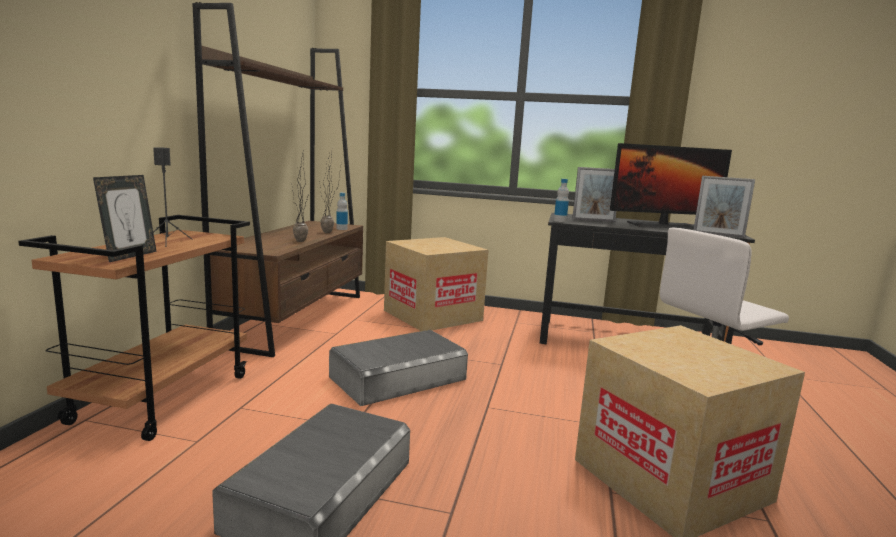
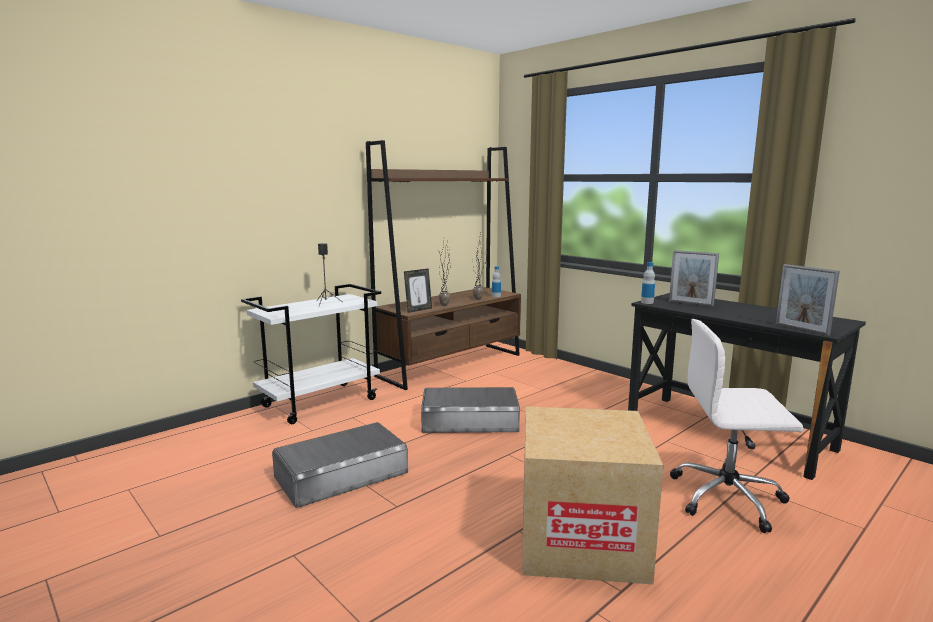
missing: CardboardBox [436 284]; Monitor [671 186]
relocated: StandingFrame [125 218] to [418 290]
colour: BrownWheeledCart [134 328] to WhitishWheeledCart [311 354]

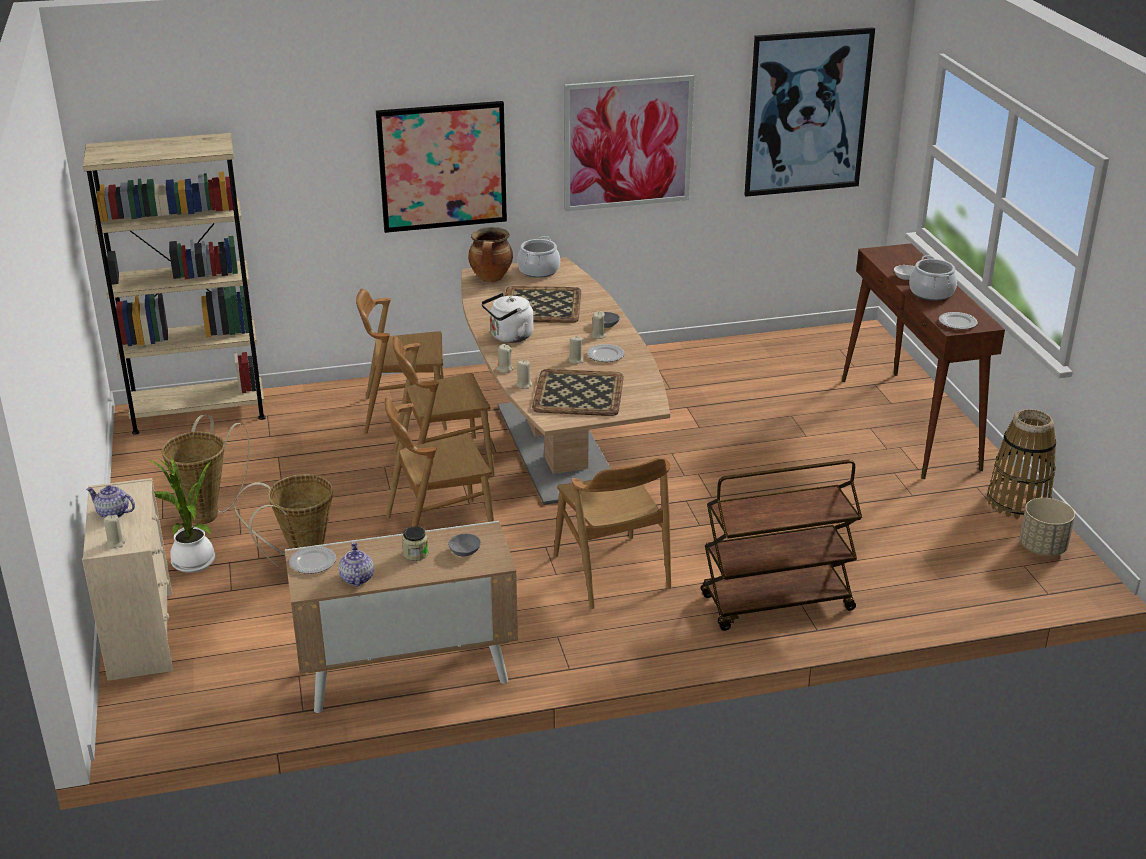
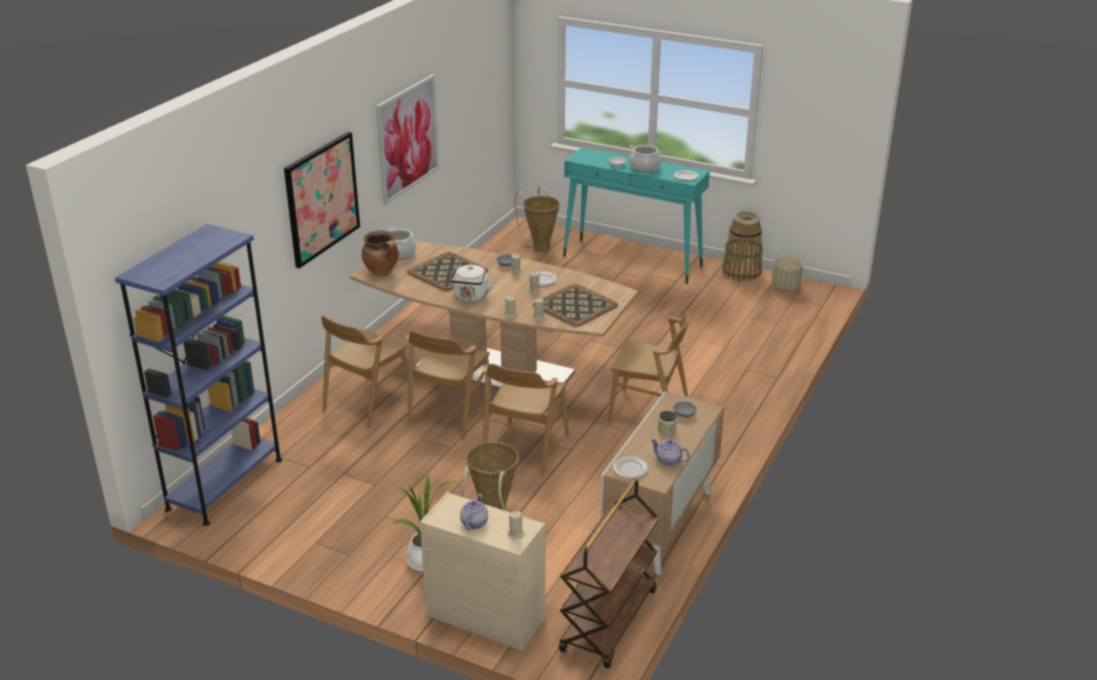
missing: Picture [809 112]
relocated: StorageBasket [205 469] to [537 219]; BrownWheeledCart [781 545] to [609 573]
colour: SandColouredShelvingUnit [174 284] to BlueShelvingUnit [198 375]; BrownConsoleTable [923 361] to TurquoiseConsoleTable [636 215]
spun: PotForTea [110 501] = [474 512] 135 degrees clockwise

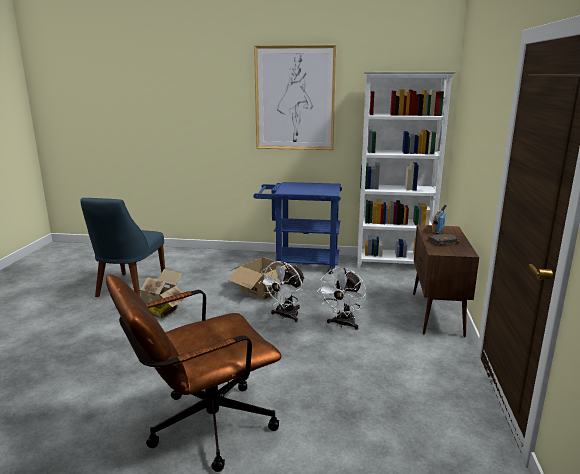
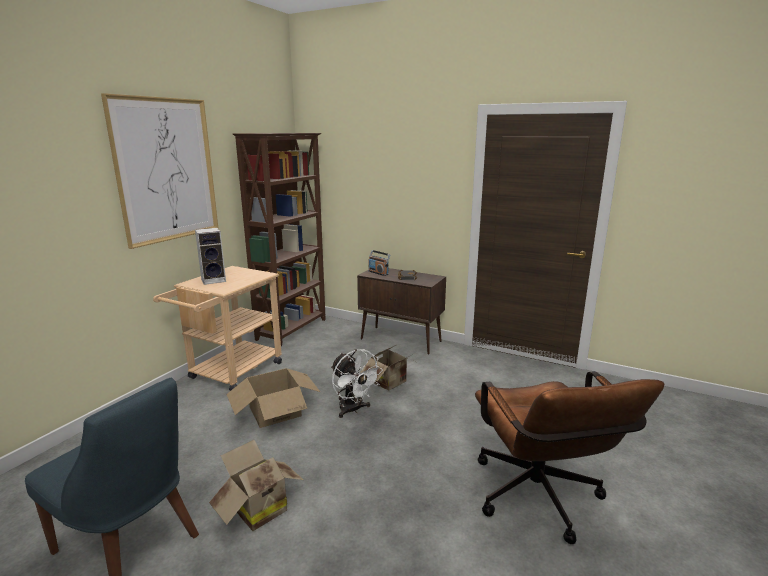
appeared: AudioSpeaker [210 256]
exchanged: WhitishFan [341 299] to CardboardBox [388 368]
colour: BlueWheeledCart [297 228] to SandColouredWheeledCart [217 328]; WhitishShelvingUnit [406 170] to BrownShelvingUnit [279 239]

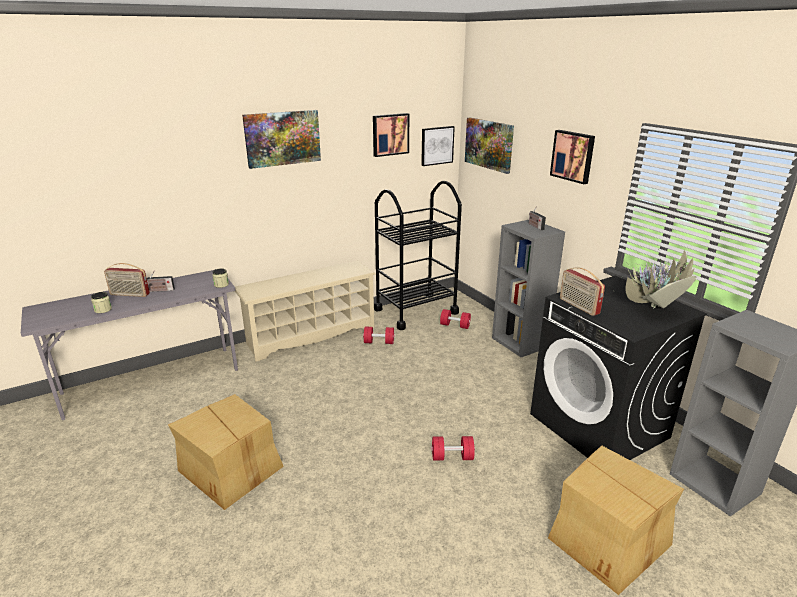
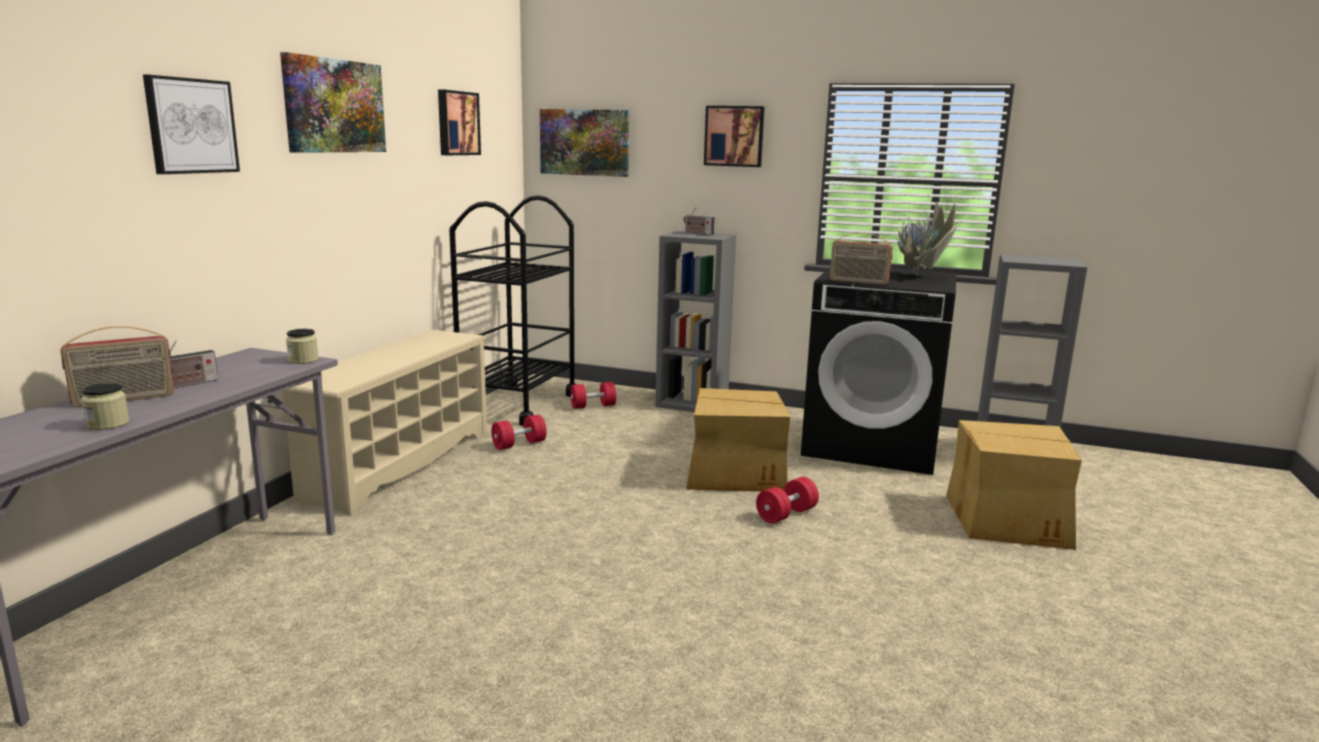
relocated: Picture [438 146] to [191 124]; CardboardBox [226 452] to [738 440]

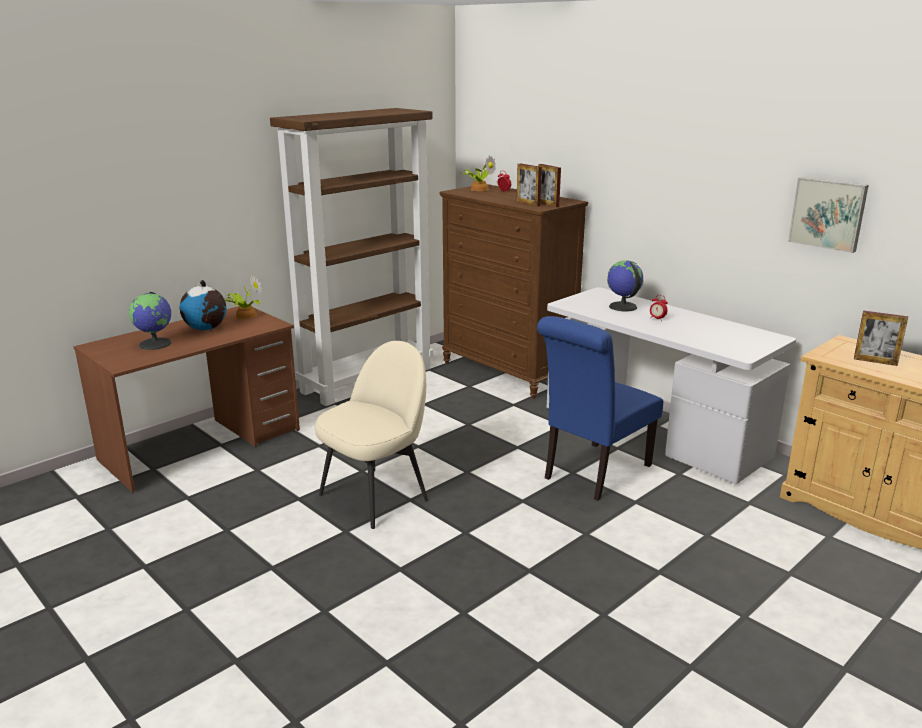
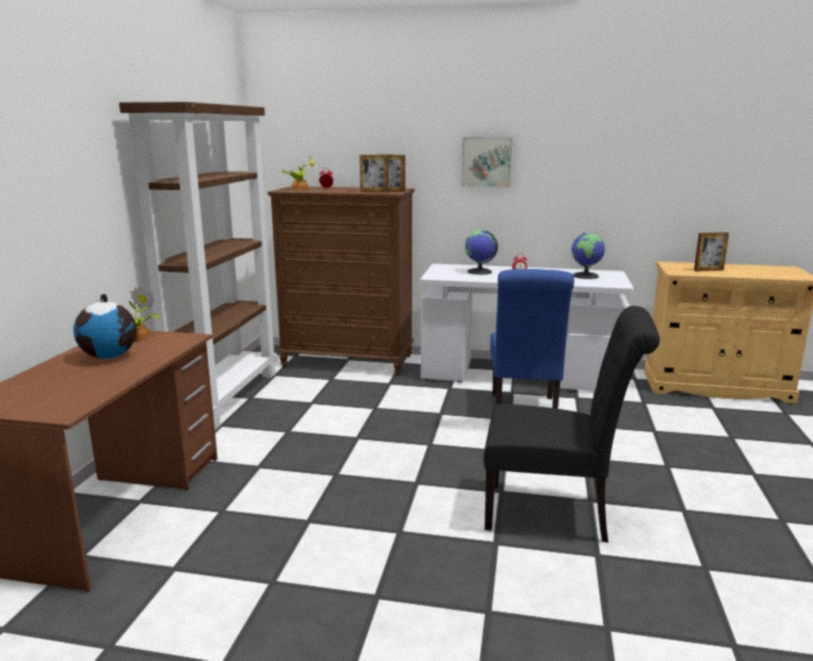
missing: SandColouredChair [371 435]
appeared: BlackishChair [572 424]
relocated: Picture [828 215] to [487 162]; DeskGlobe [150 321] to [588 256]

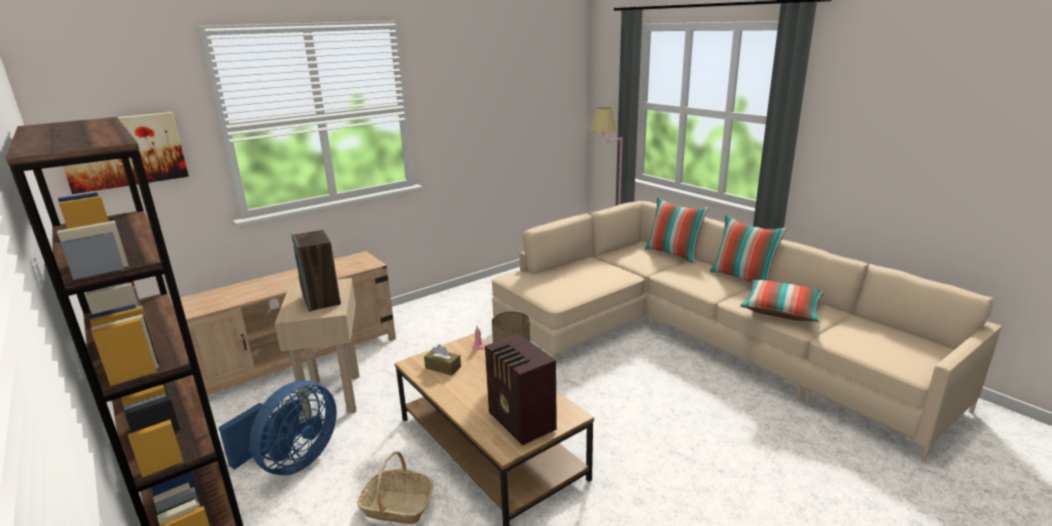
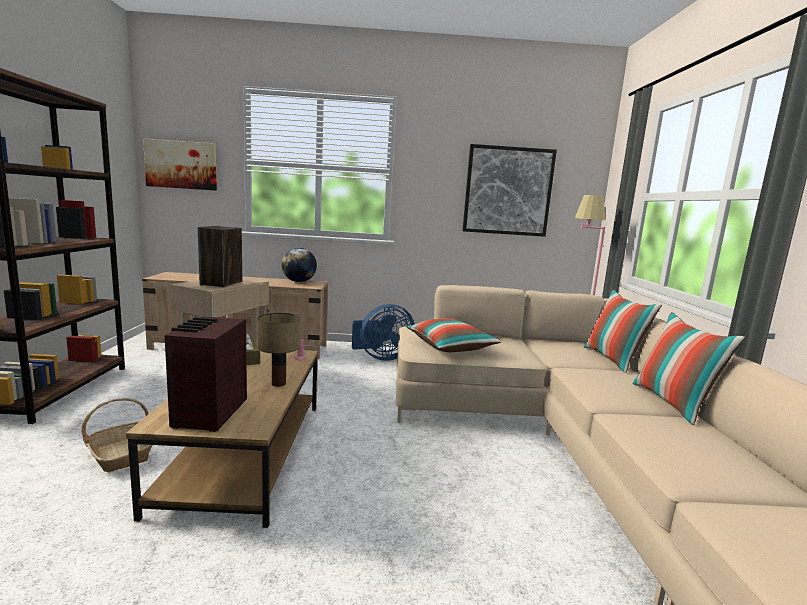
appeared: DeskGlobe [299 265]; Picture [509 190]
relocated: BlueFan [278 427] to [383 332]; Cushion [782 300] to [454 335]

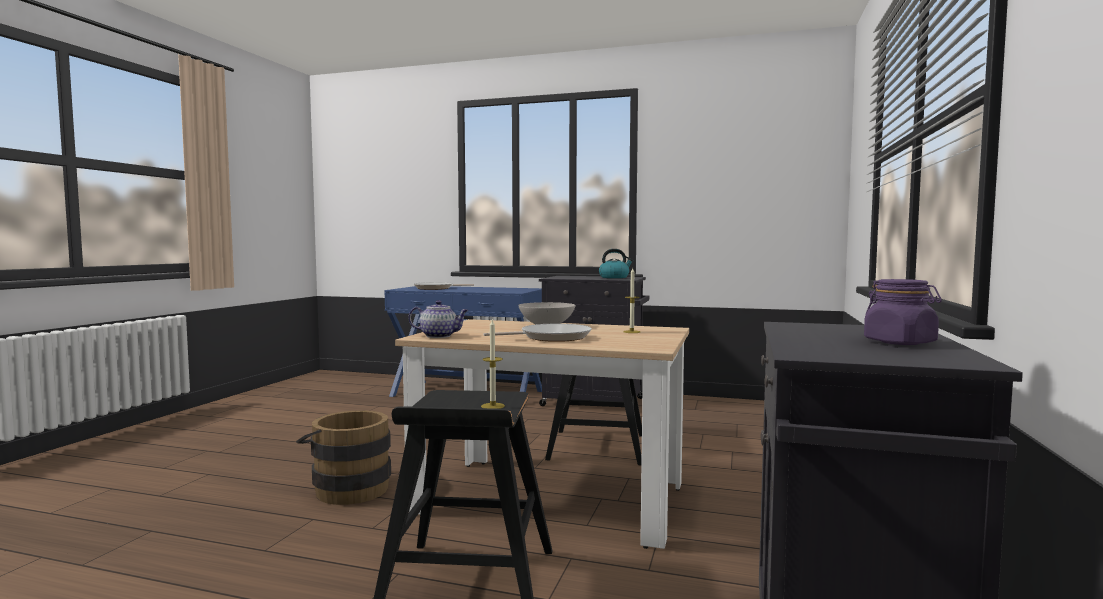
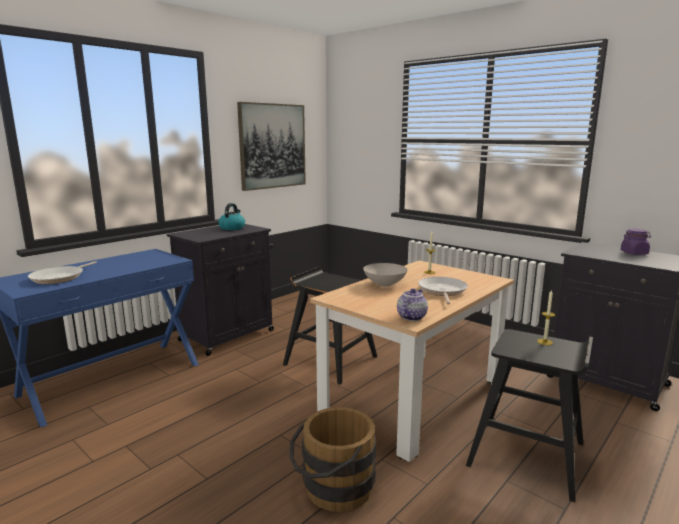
appeared: Picture [271 146]

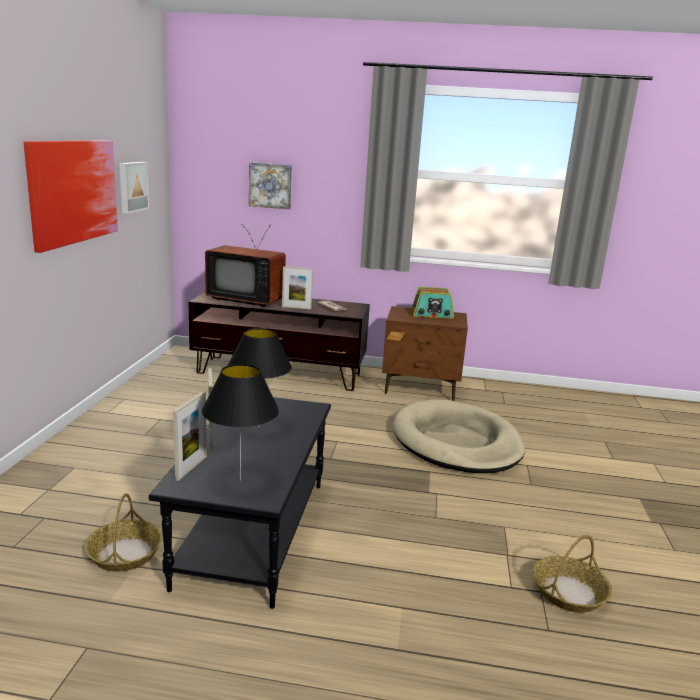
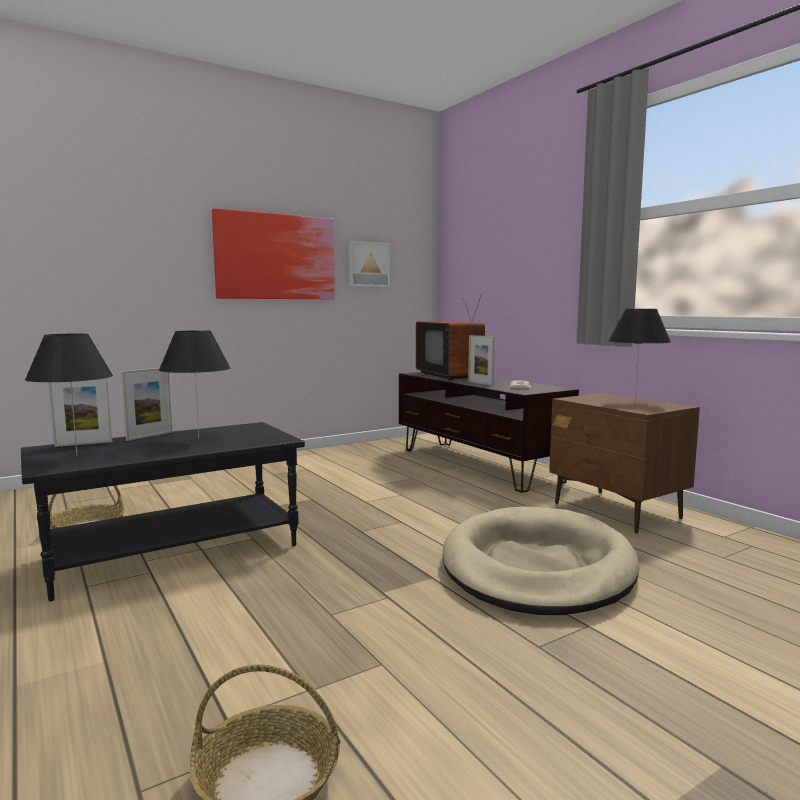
missing: Picture [270 185]
exchanged: Radio [432 303] to BlackishTabletopLamp [639 355]

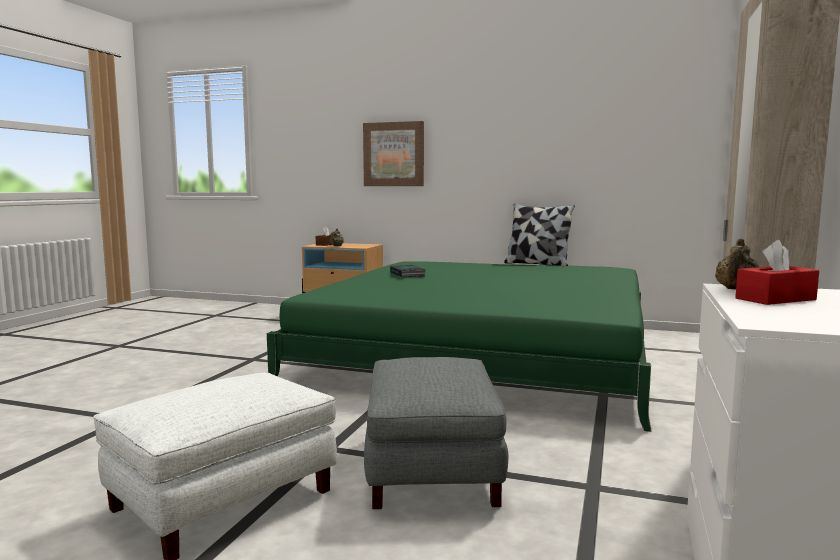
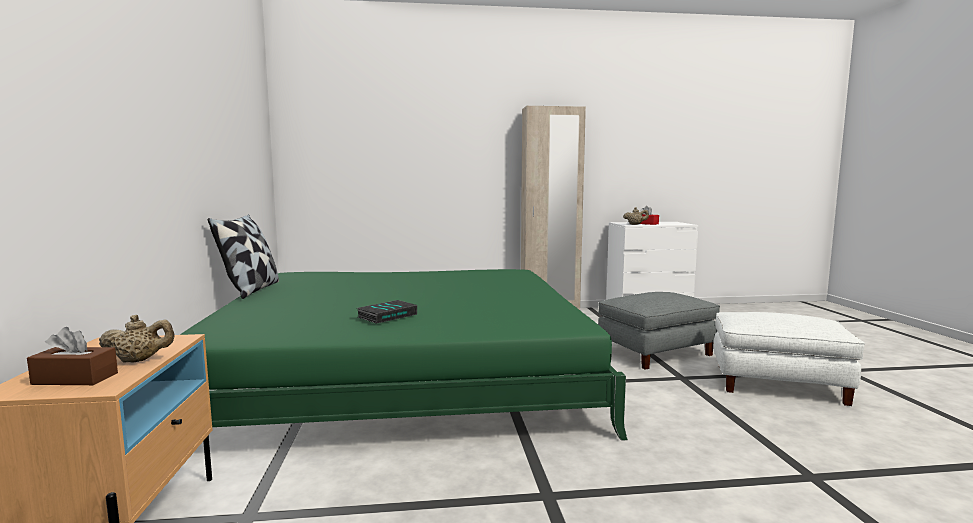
missing: Picture [393 153]

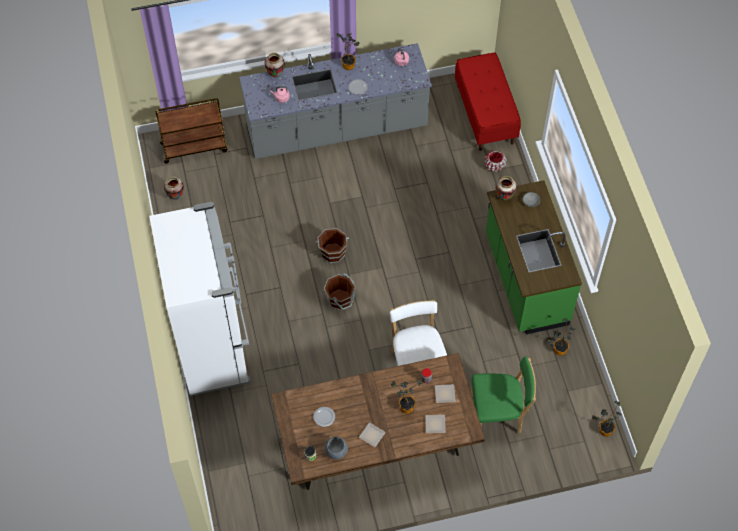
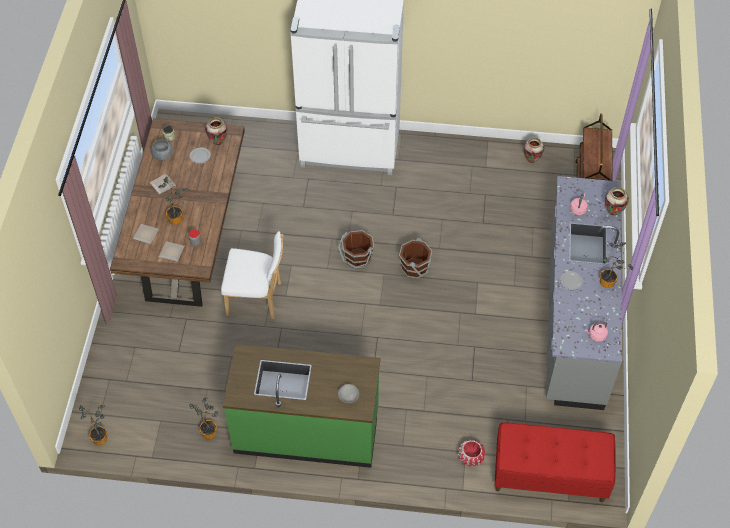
missing: GreenChair [503 394]
relocated: DecorativeVase [506 188] to [216 131]

